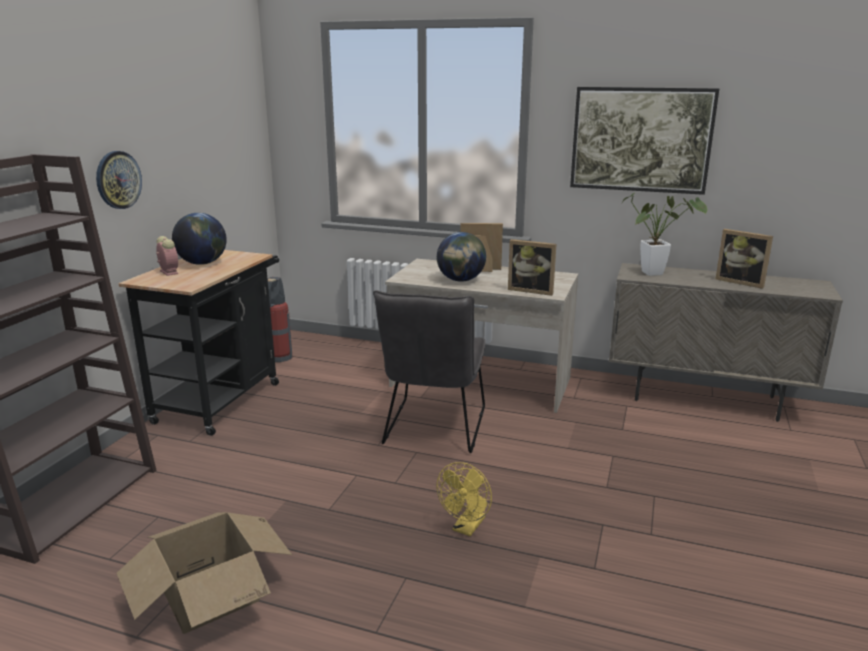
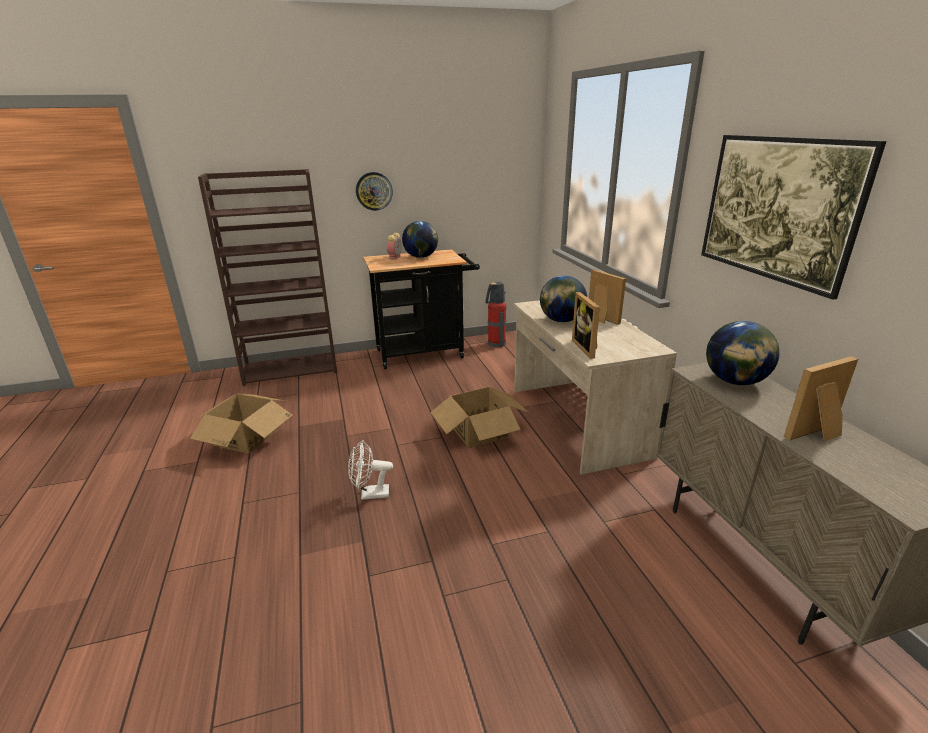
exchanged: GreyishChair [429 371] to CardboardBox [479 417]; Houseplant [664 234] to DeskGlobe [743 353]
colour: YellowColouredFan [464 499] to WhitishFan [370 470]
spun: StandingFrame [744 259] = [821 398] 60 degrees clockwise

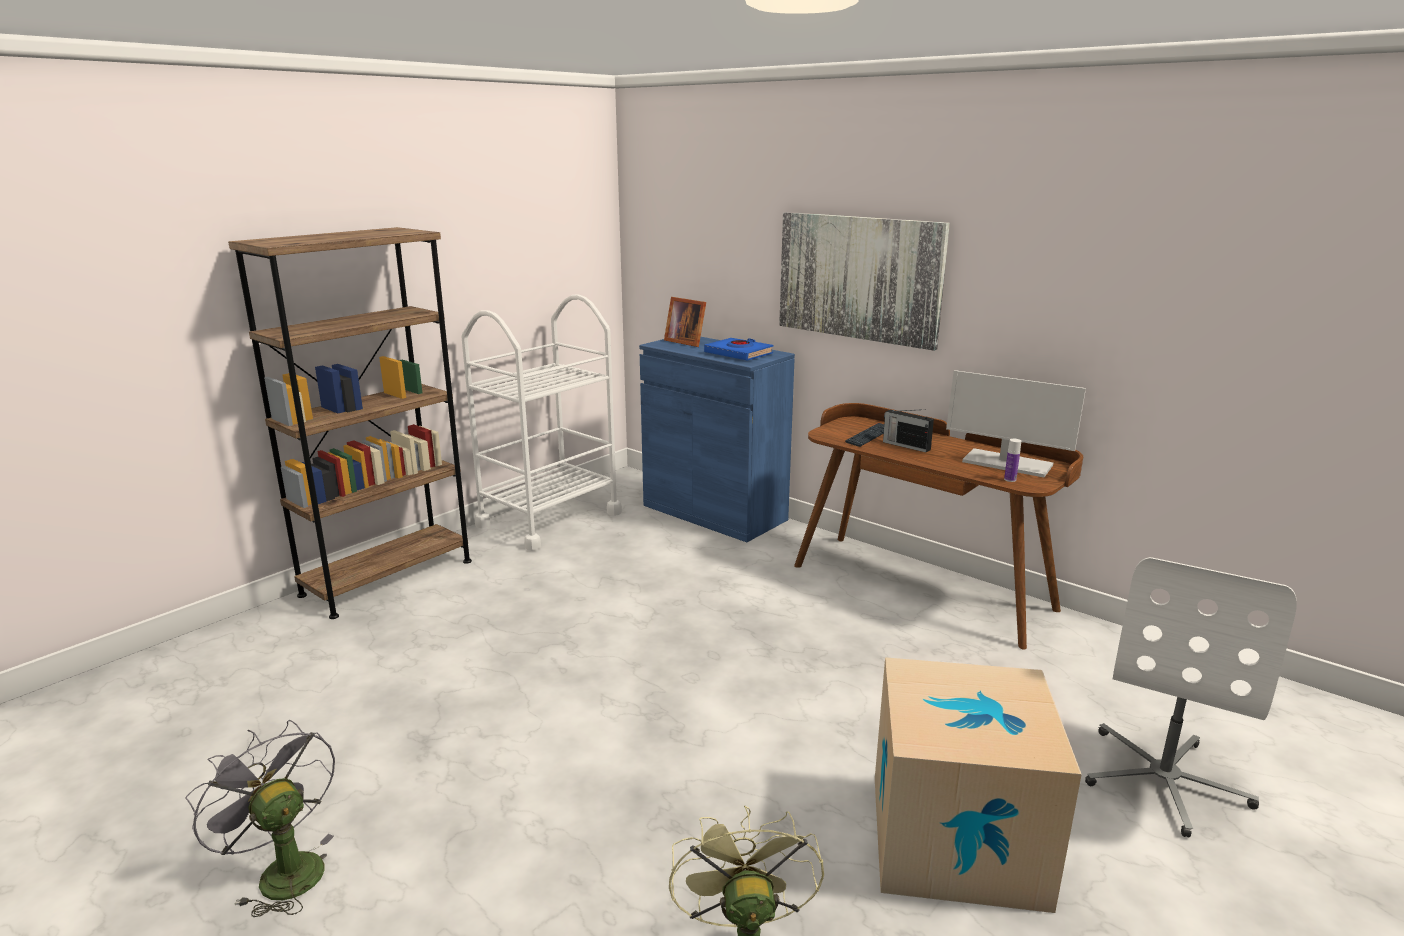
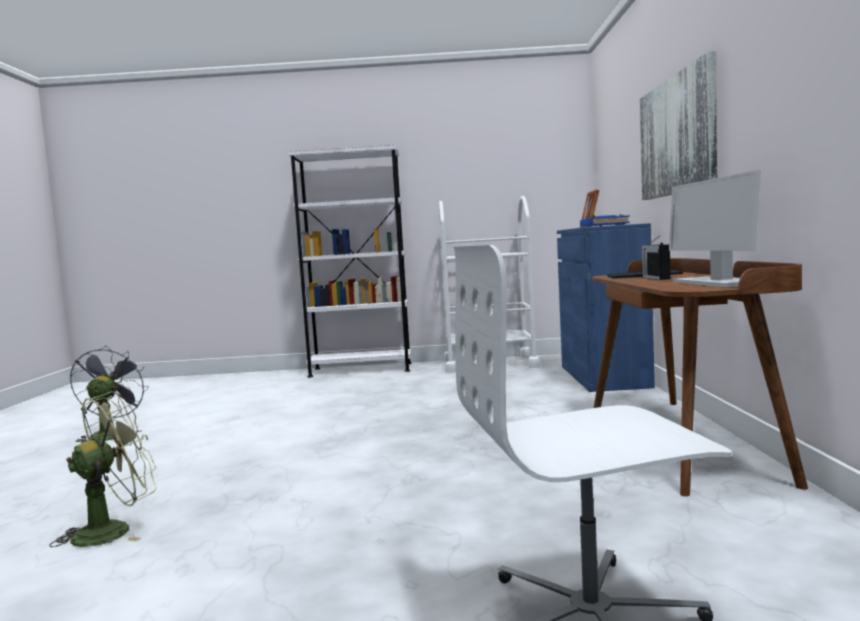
missing: CardboardBox [978 785]; Bottle [1012 460]
colour: BrownShelvingUnit [350 423] to WhitishShelvingUnit [350 261]

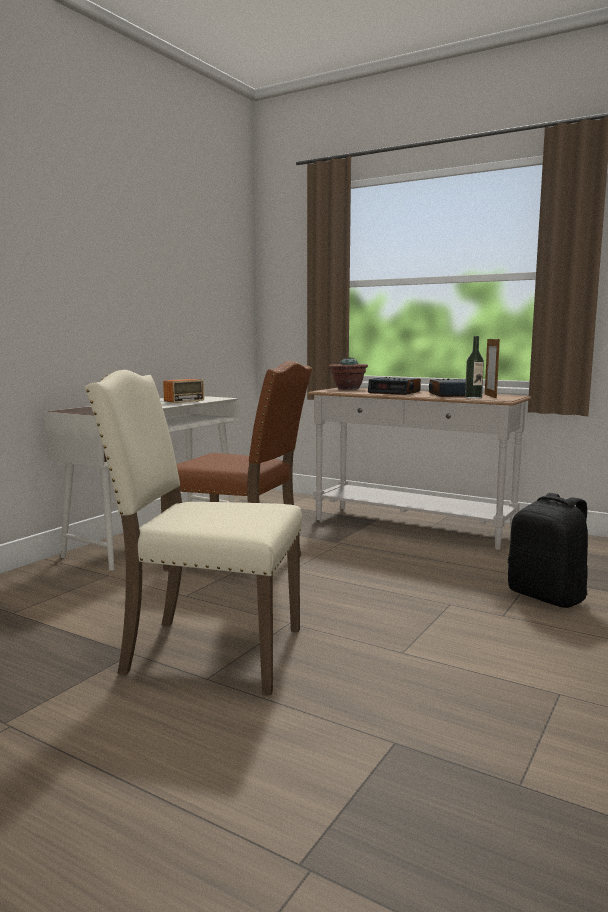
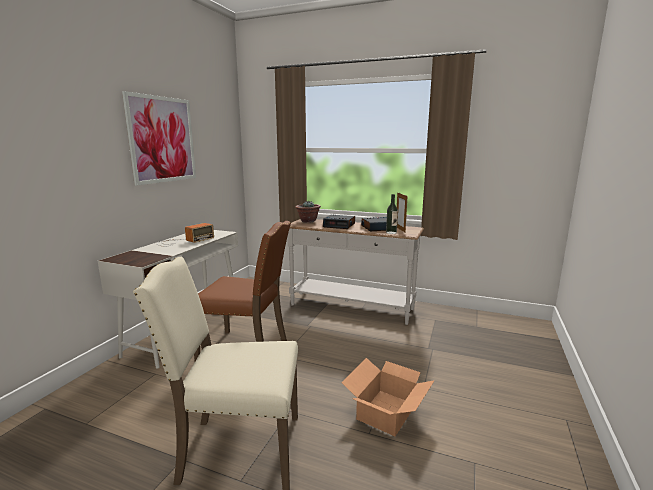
missing: BlackishRucksack [548 550]
appeared: Picture [159 138]; CardboardBox [388 397]

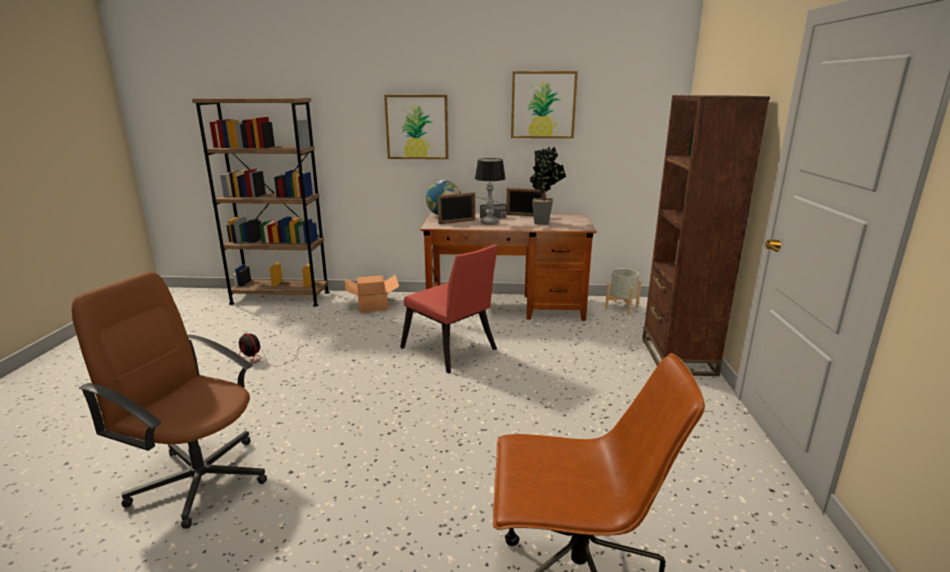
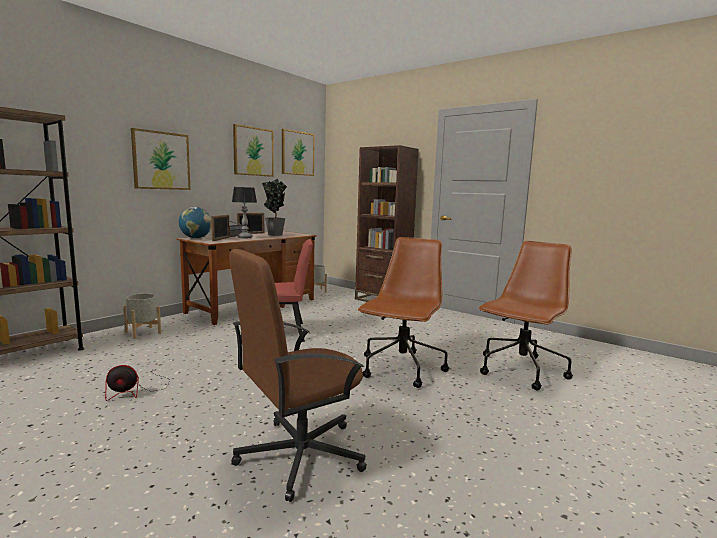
appeared: Picture [298 152]; BrownOfficeChair [403 312]
exchanged: CardboardBox [372 293] to GreyishPlantPot [142 316]

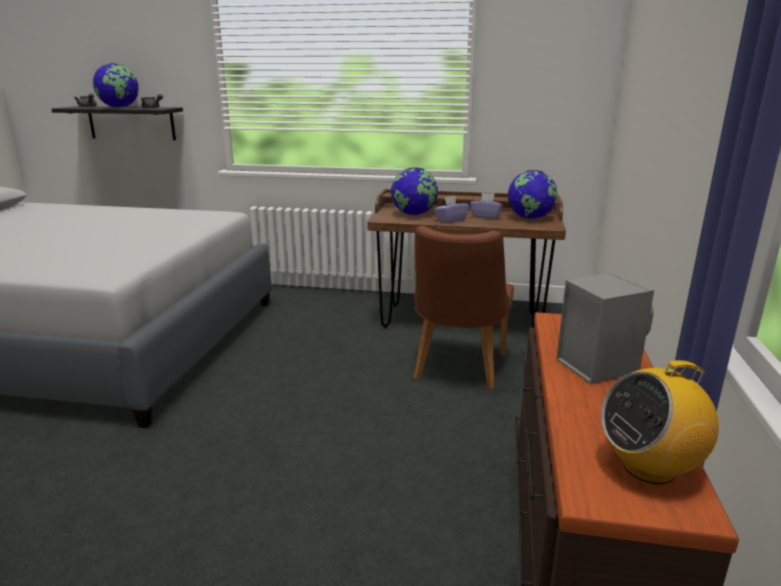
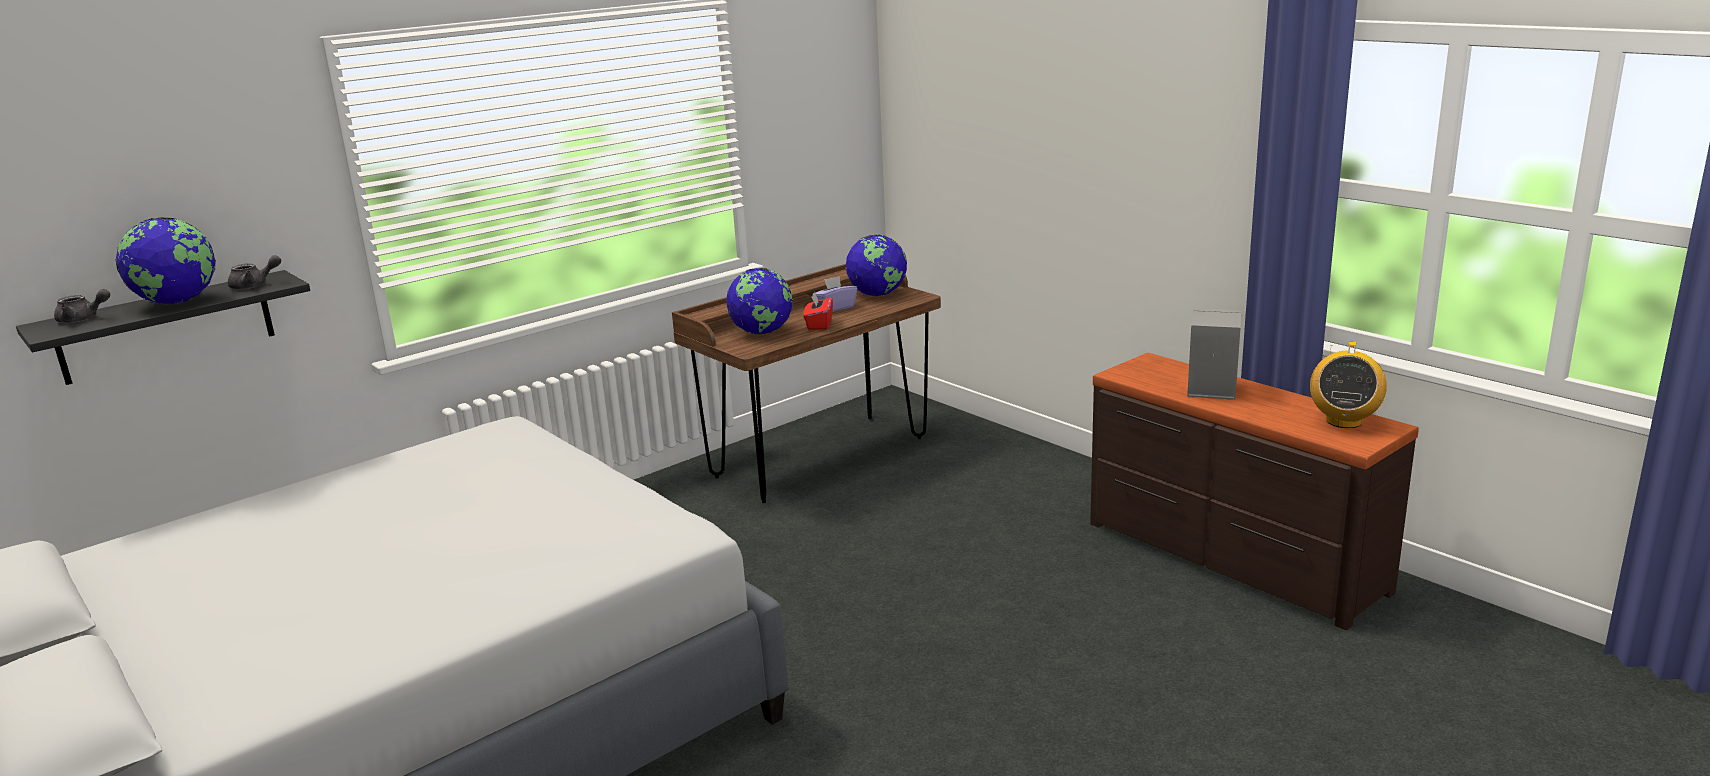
missing: BrownChair [464 308]
colour: PurplishBoxOfTissues [451 209] to RedColouredBoxOfTissues [818 311]

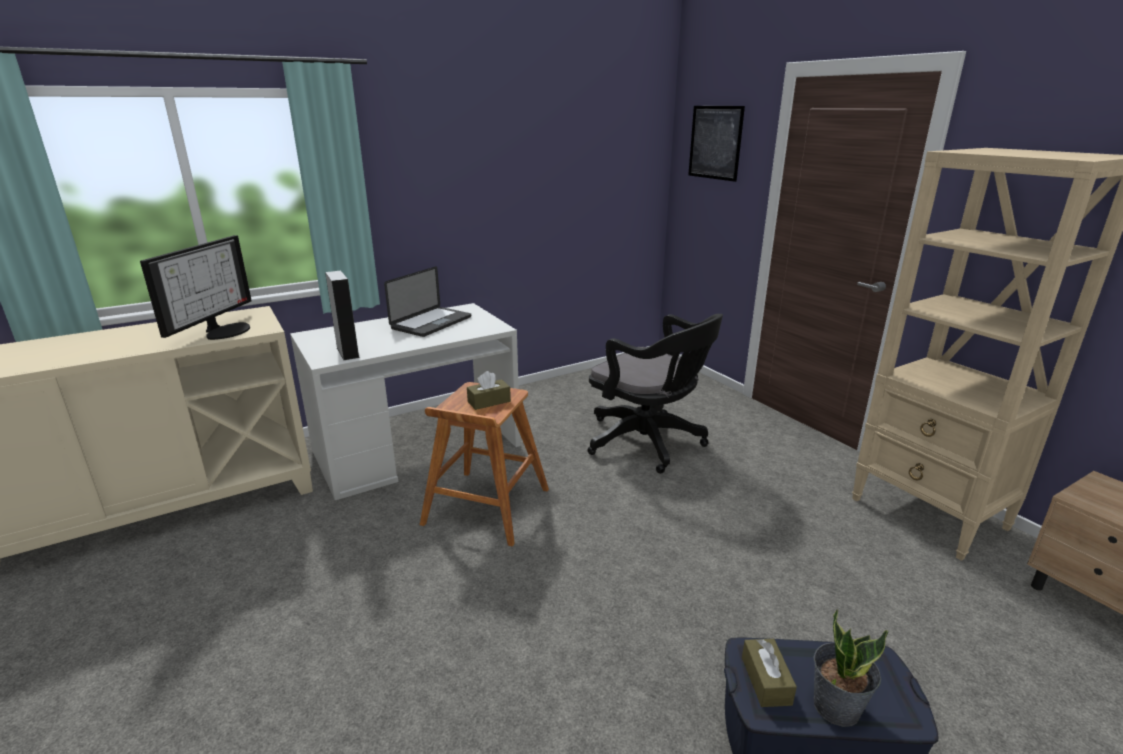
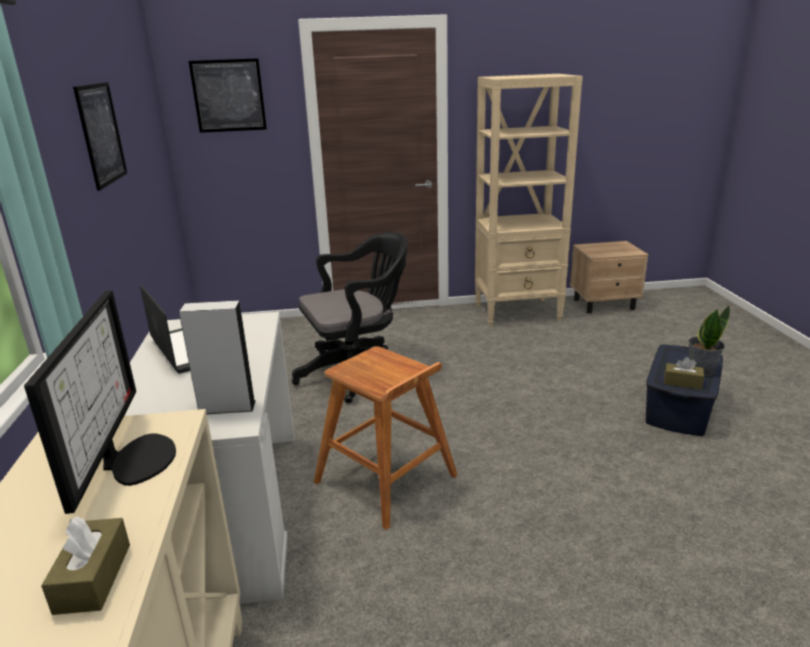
appeared: Picture [100 136]
relocated: BrownBoxOfTissues [489 390] to [85 565]
spun: Monitor [196 287] = [100 402] 45 degrees clockwise

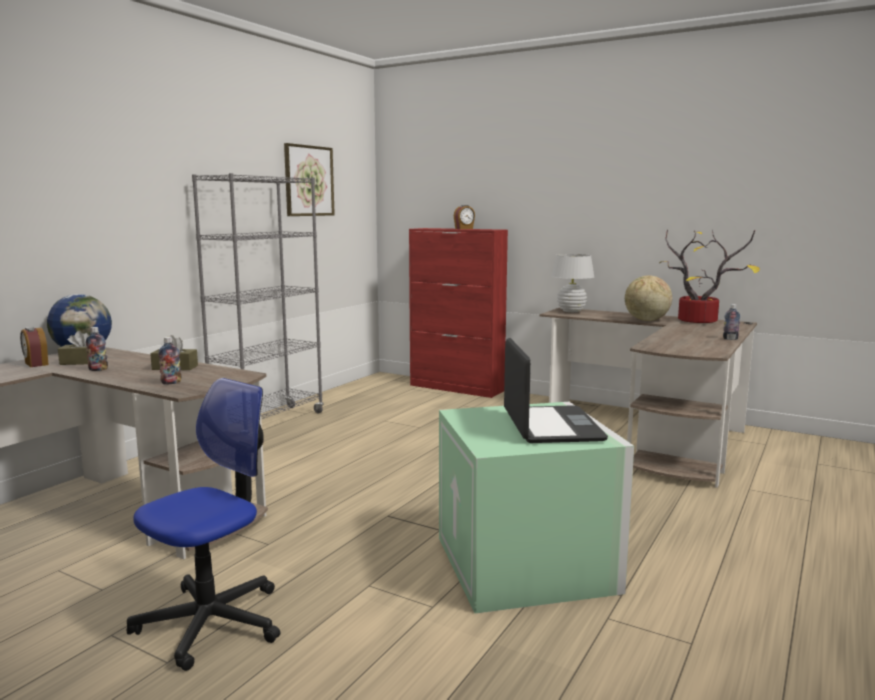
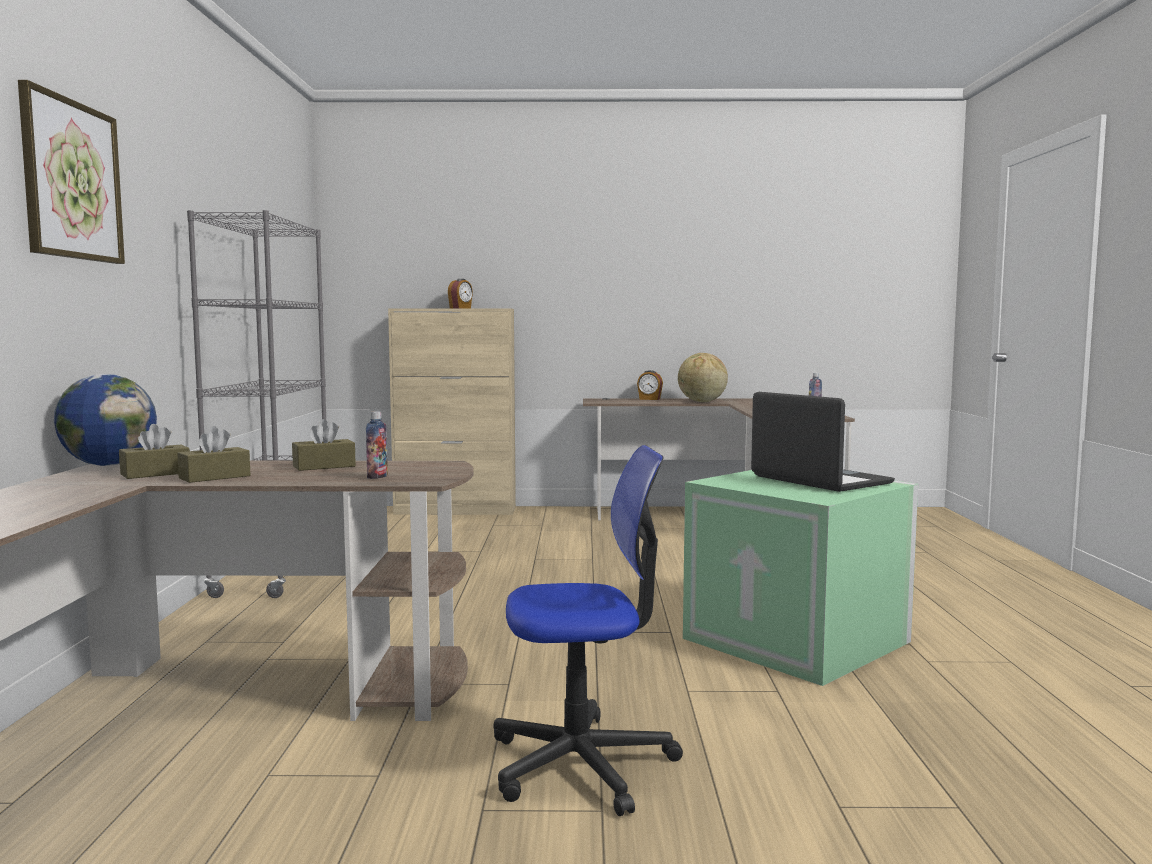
missing: WhitishTabletopLamp [573 283]; Houseplant [709 276]
relocated: Picture [309 179] to [71 172]; BedsideClock [34 347] to [650 385]
exchanged: Bottle [97 349] to BrownBoxOfTissues [213 454]
colour: RedColouredStorageCabinet [458 313] to SandColouredStorageCabinet [452 411]
spun: OfficeChair [203 524] = [588 630] 75 degrees clockwise

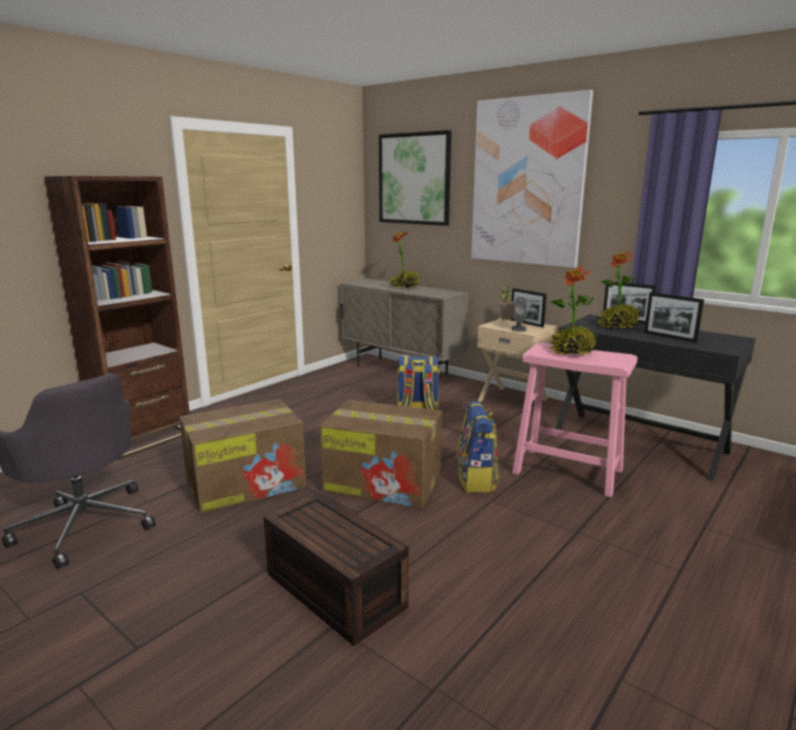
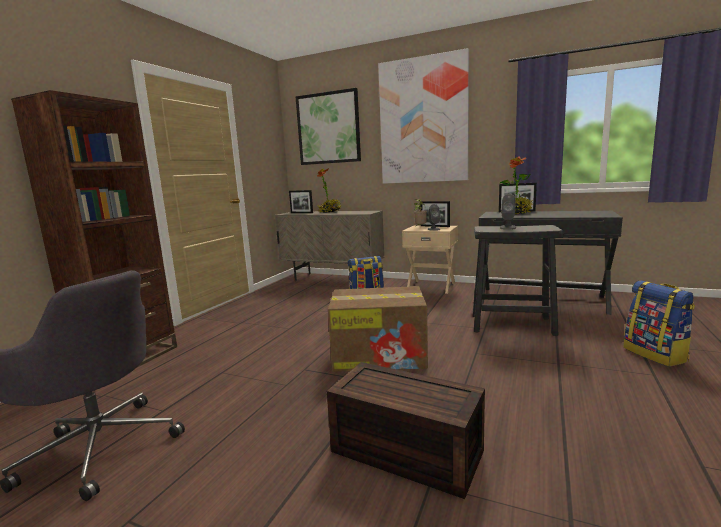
missing: CardboardBox [242 456]
relocated: StandingFrame [674 317] to [301 201]; Rucksack [478 447] to [659 323]
exchanged: Houseplant [572 311] to GreyishAudioSpeaker [508 212]
colour: PinkColouredSittingStool [574 420] to BlackishSittingStool [518 280]

